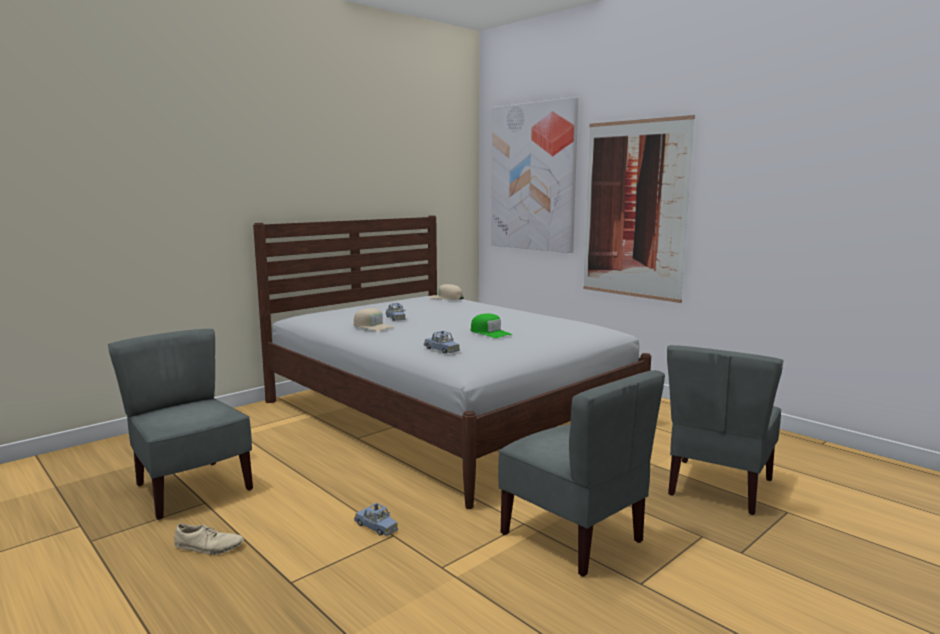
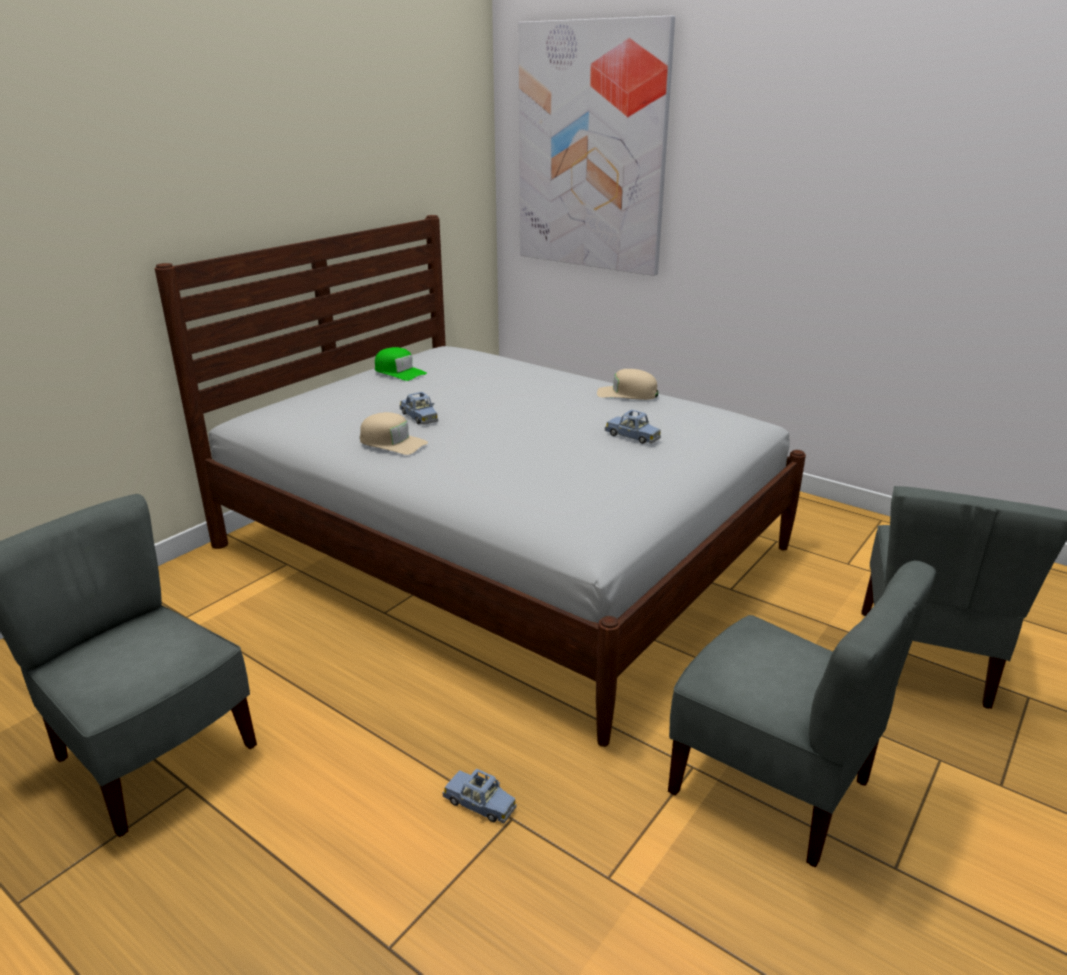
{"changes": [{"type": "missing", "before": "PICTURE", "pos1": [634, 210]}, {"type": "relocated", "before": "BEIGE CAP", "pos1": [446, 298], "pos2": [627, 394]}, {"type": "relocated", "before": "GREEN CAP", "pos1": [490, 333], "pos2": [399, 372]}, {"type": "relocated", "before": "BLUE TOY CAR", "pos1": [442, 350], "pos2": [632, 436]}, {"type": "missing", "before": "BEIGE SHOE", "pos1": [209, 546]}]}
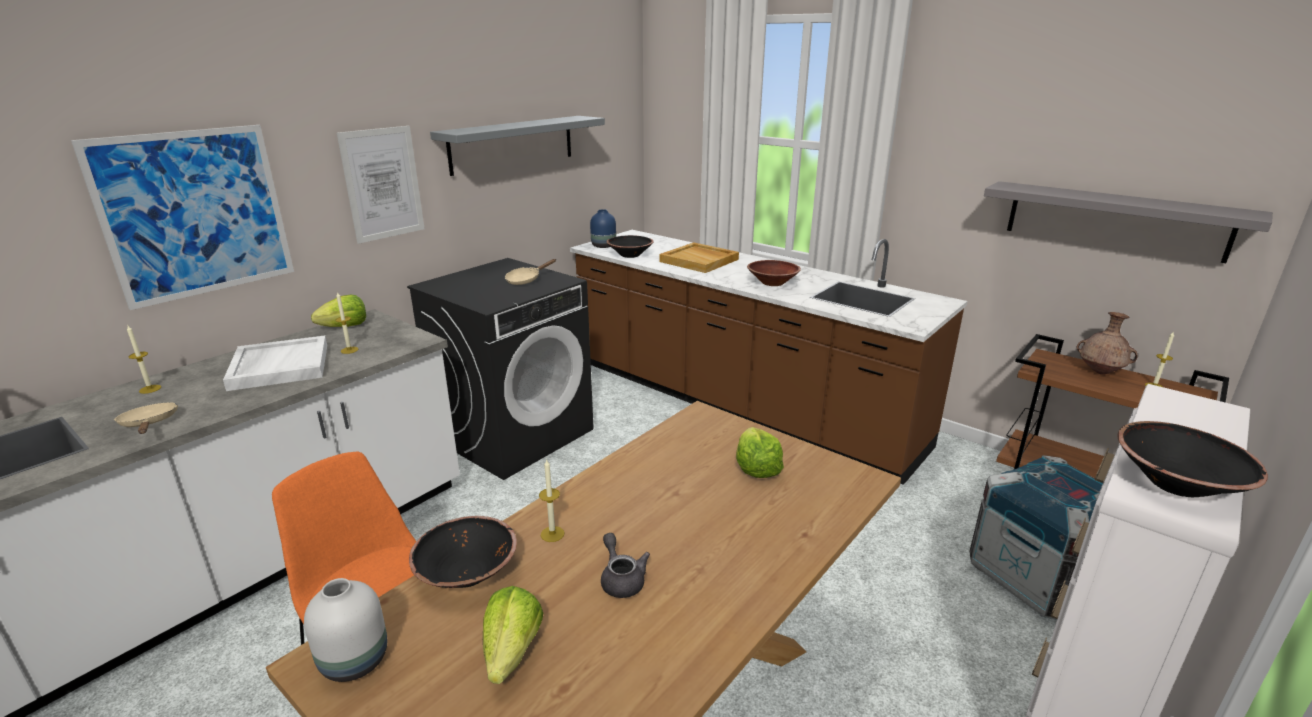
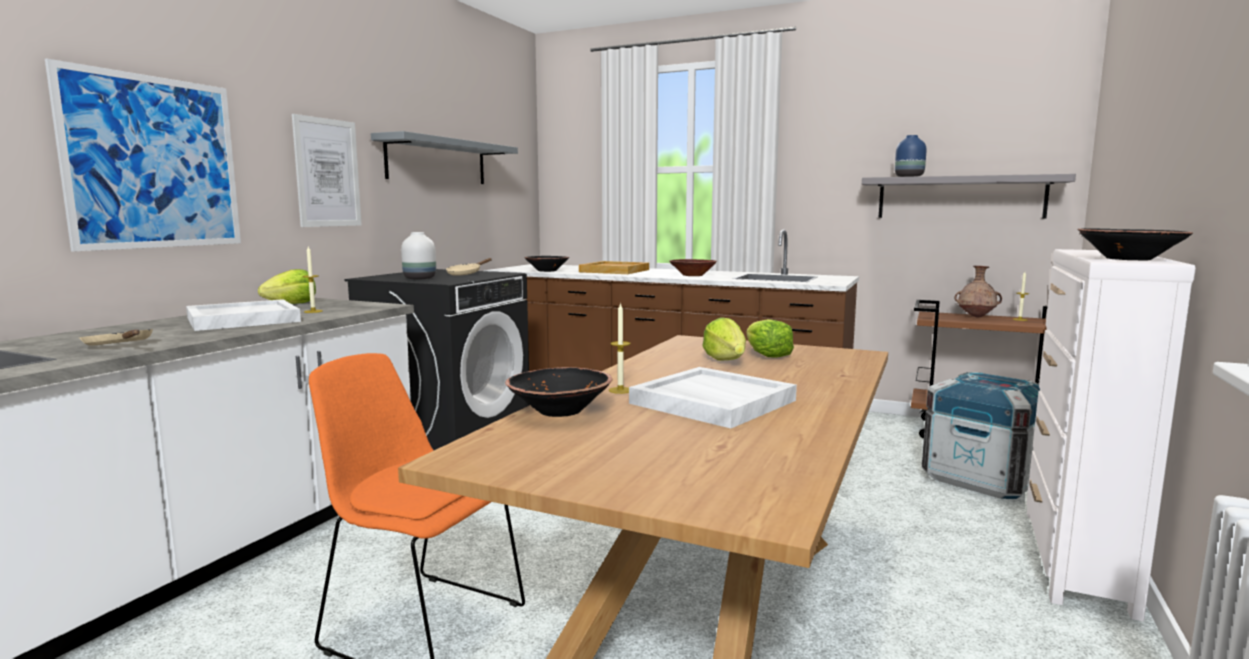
{"changes": [{"type": "relocated", "before": "BLUE VASE", "pos1": [604, 246], "pos2": [909, 177]}, {"type": "missing", "before": "CANDLE", "pos1": [150, 389]}, {"type": "exchanged", "before": "GREY TEAPOT", "after": "WHITE TRAY", "pos1": [621, 579], "pos2": [711, 402]}, {"type": "relocated", "before": "WHITE VASE", "pos1": [356, 659], "pos2": [420, 278]}, {"type": "relocated", "before": "LETTUCE", "pos1": [512, 652], "pos2": [726, 360]}]}
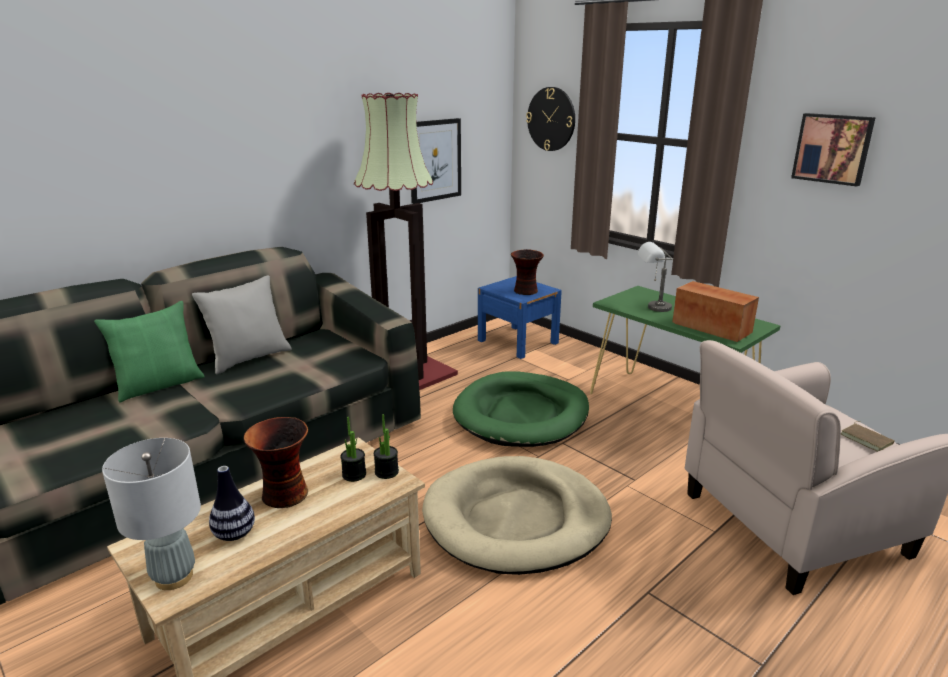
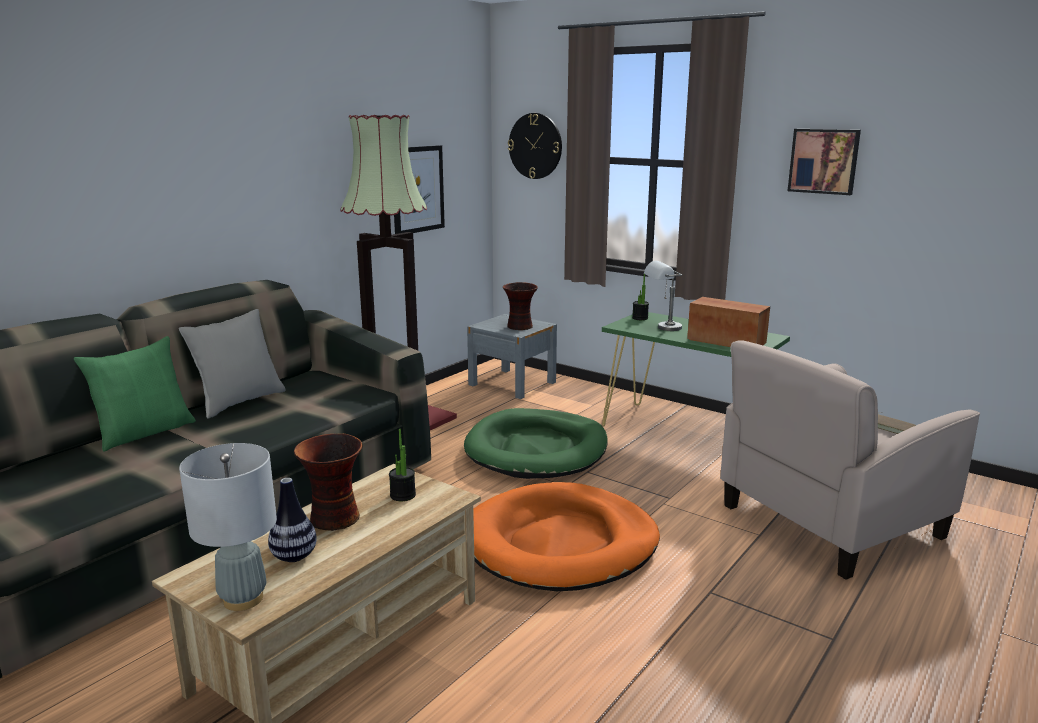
{"changes": [{"type": "colour", "before": "BLUE NIGHTSTAND", "after": "GREY NIGHTSTAND", "pos1": [518, 342], "pos2": [512, 383]}, {"type": "relocated", "before": "POTTED PLANT", "pos1": [386, 472], "pos2": [640, 318]}, {"type": "colour", "before": "BEIGE DOG BED", "after": "ORANGE DOG BED", "pos1": [516, 519], "pos2": [560, 543]}]}
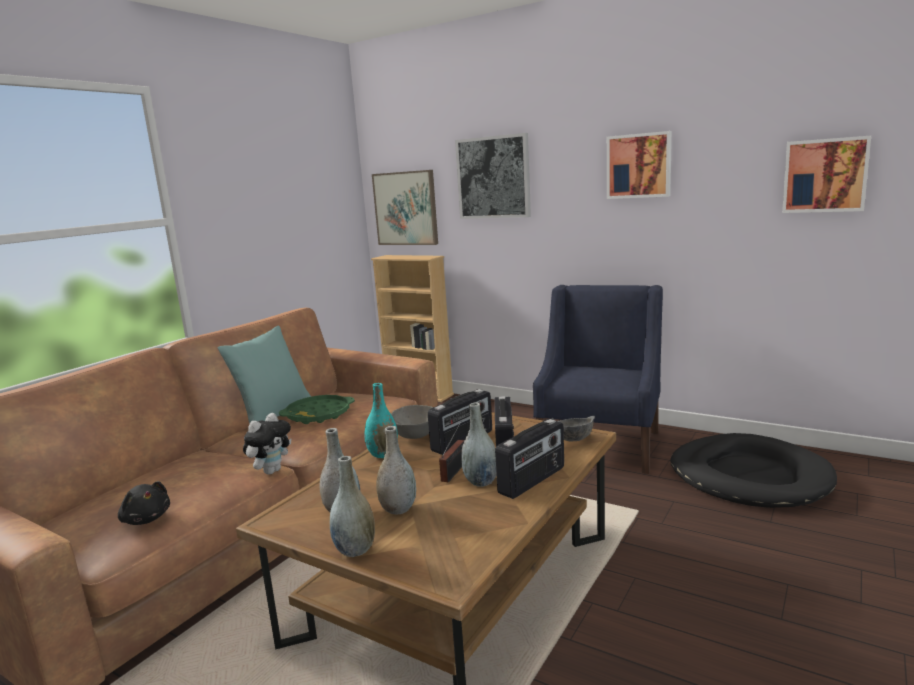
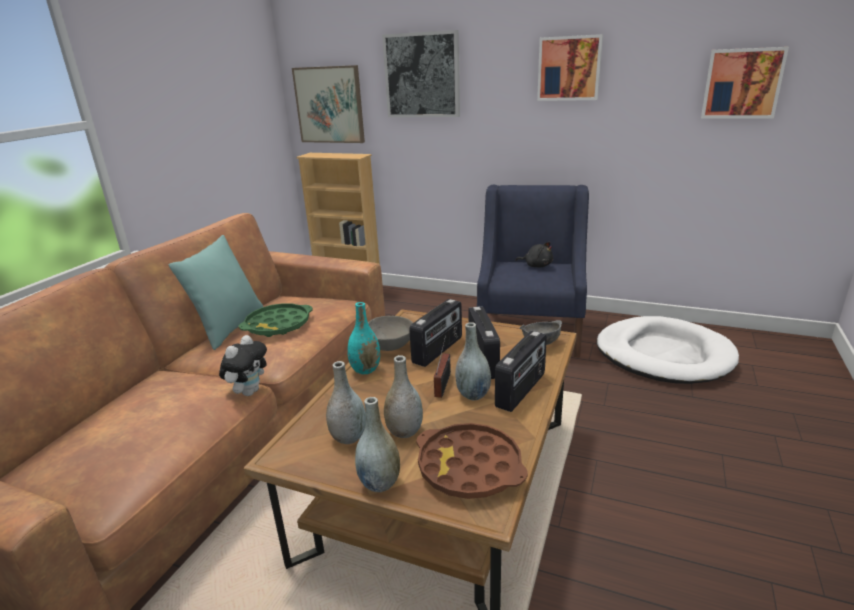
{"changes": [{"type": "colour", "before": "BLACK DOG BED", "after": "WHITE DOG BED", "pos1": [749, 476], "pos2": [663, 355]}, {"type": "relocated", "before": "BLACK PLUSH TOY", "pos1": [146, 519], "pos2": [536, 265]}, {"type": "appeared", "after": "BROWN TRAY", "pos2": [469, 467]}]}
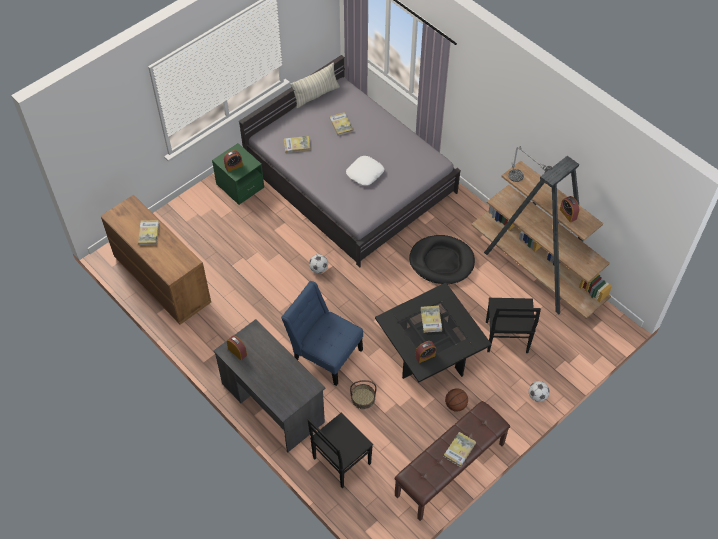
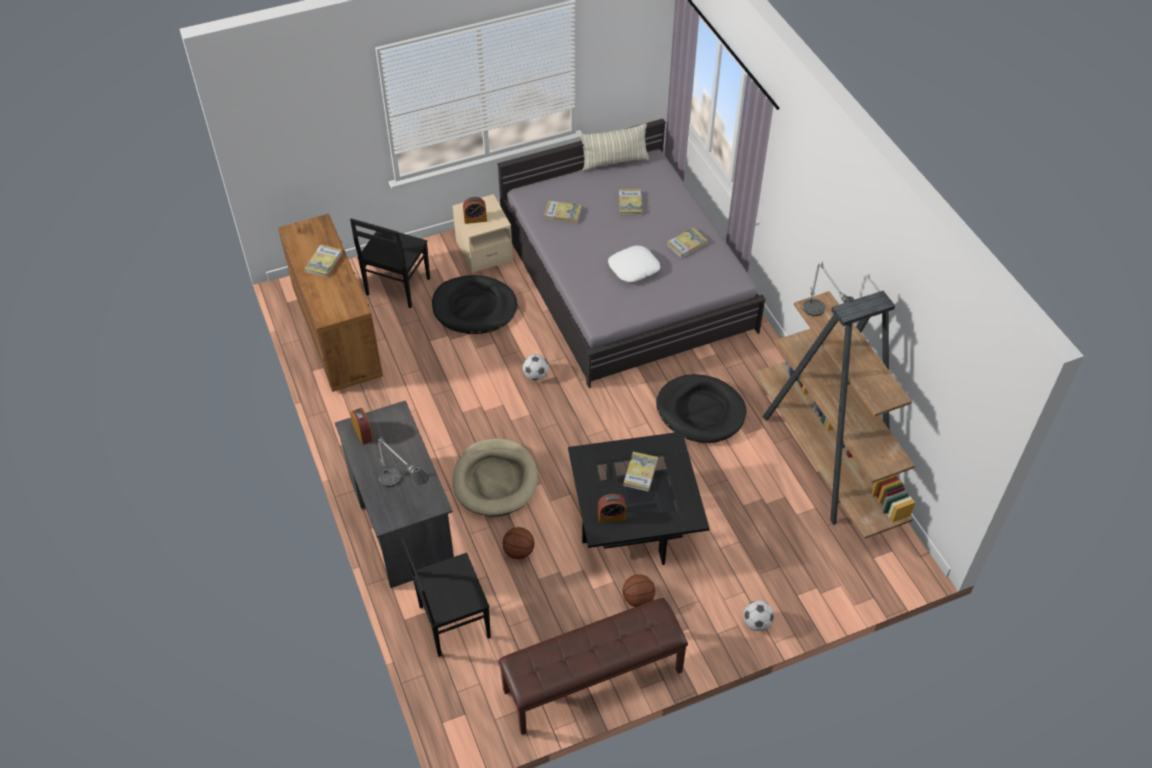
{"changes": [{"type": "colour", "before": "GREEN NIGHTSTAND", "after": "BEIGE NIGHTSTAND", "pos1": [240, 186], "pos2": [484, 251]}, {"type": "missing", "before": "ALARM CLOCK", "pos1": [568, 214]}, {"type": "exchanged", "before": "BLUE CHAIR", "after": "BEIGE DOG BED", "pos1": [324, 353], "pos2": [495, 480]}, {"type": "relocated", "before": "BLACK CHAIR", "pos1": [506, 338], "pos2": [397, 288]}, {"type": "exchanged", "before": "BASKET", "after": "BASKETBALL", "pos1": [363, 398], "pos2": [518, 551]}, {"type": "relocated", "before": "BOOK", "pos1": [459, 450], "pos2": [687, 244]}, {"type": "appeared", "after": "BLACK DOG BED", "pos2": [474, 308]}, {"type": "appeared", "after": "TABLE LAMP", "pos2": [404, 492]}]}
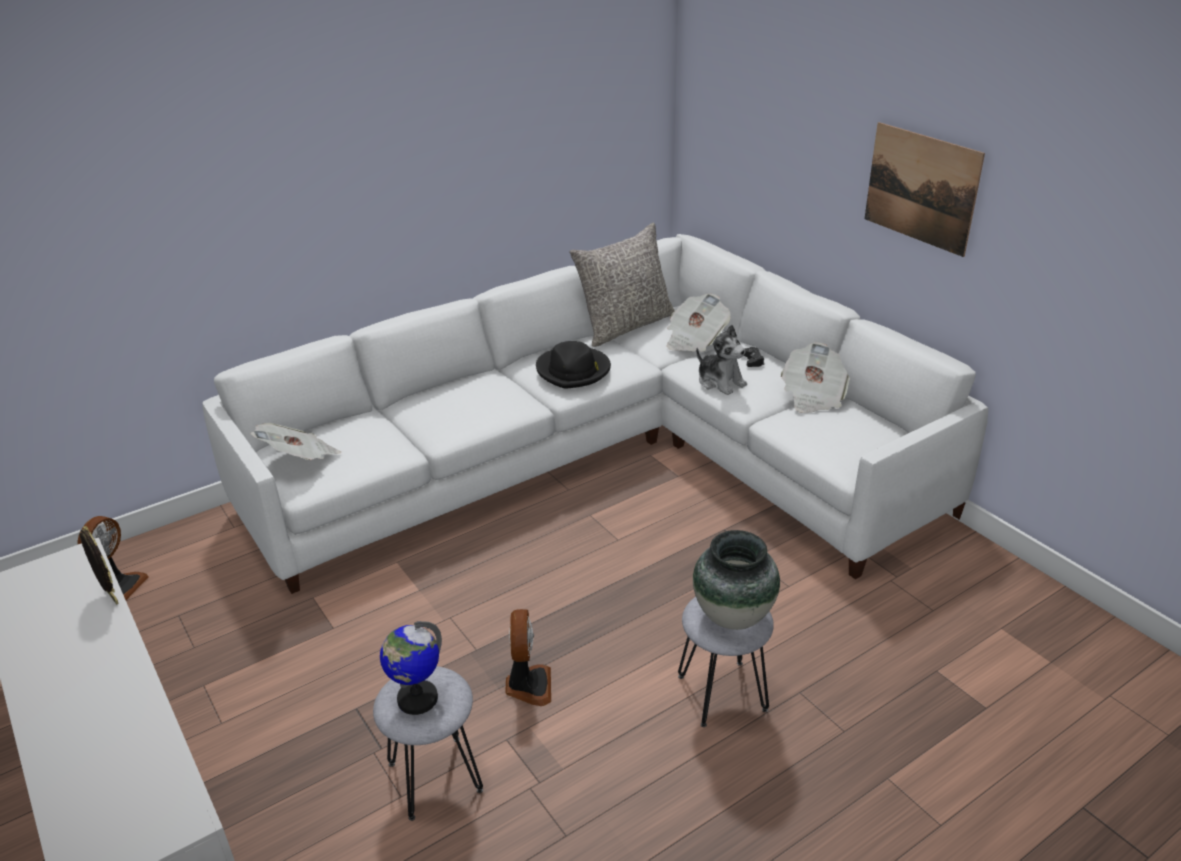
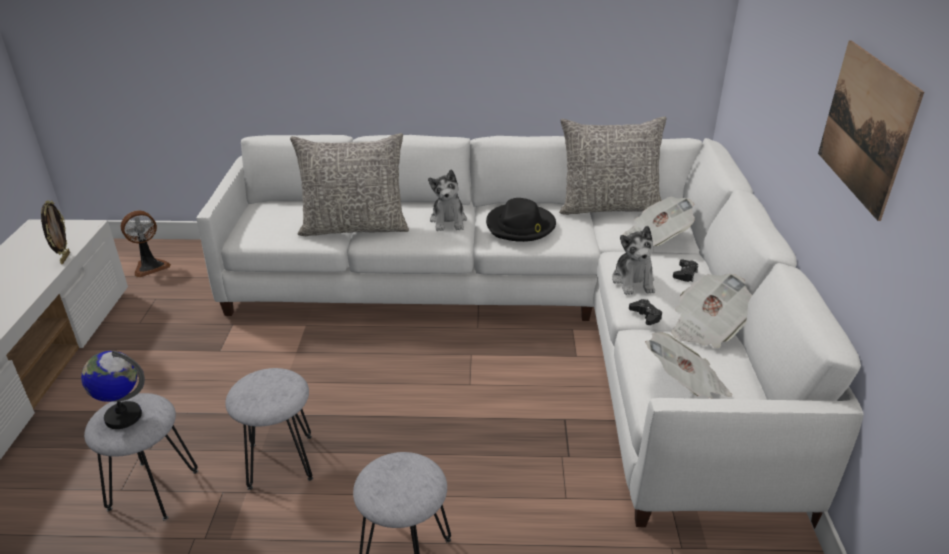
{"changes": [{"type": "relocated", "before": "NEWSPAPER", "pos1": [300, 459], "pos2": [685, 385]}, {"type": "missing", "before": "VASE", "pos1": [732, 615]}, {"type": "exchanged", "before": "FAN", "after": "GREY STOOL", "pos1": [528, 685], "pos2": [280, 461]}, {"type": "appeared", "after": "GREY PILLOW", "pos2": [354, 227]}, {"type": "appeared", "after": "PLUSH TOY", "pos2": [448, 221]}, {"type": "appeared", "after": "BLACK GAME CONTROLLER", "pos2": [645, 315]}]}
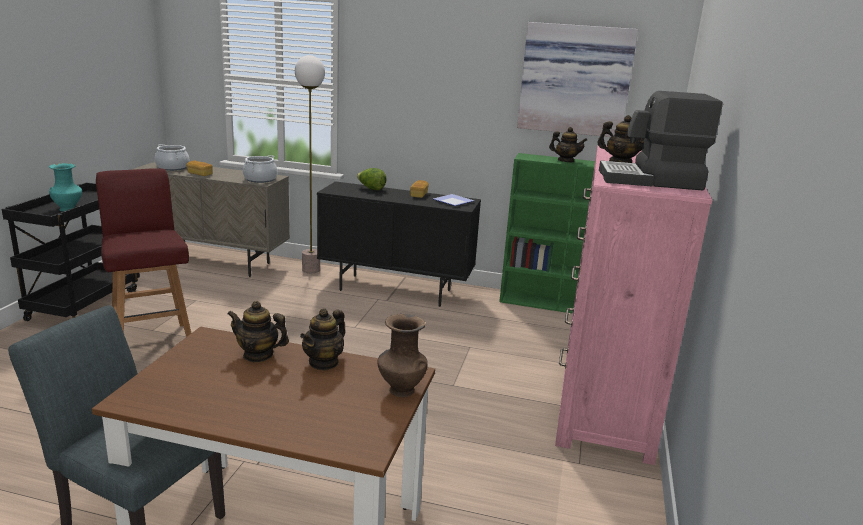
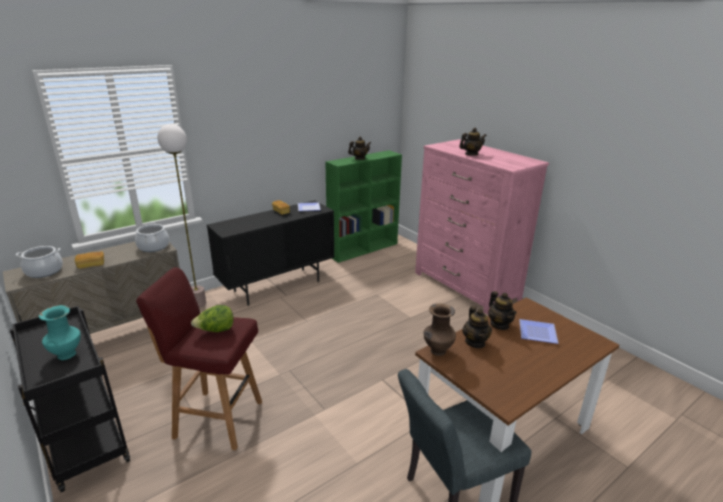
{"changes": [{"type": "missing", "before": "PICTURE", "pos1": [575, 79]}, {"type": "missing", "before": "COFFEE MACHINE", "pos1": [651, 180]}, {"type": "relocated", "before": "LETTUCE", "pos1": [371, 189], "pos2": [215, 331]}, {"type": "spun", "before": "TEAPOT", "pos1": [258, 355], "pos2": [475, 342], "turn": -60}, {"type": "relocated", "before": "BROWN VASE", "pos1": [400, 390], "pos2": [437, 351]}, {"type": "appeared", "after": "PLATE", "pos2": [539, 334]}]}
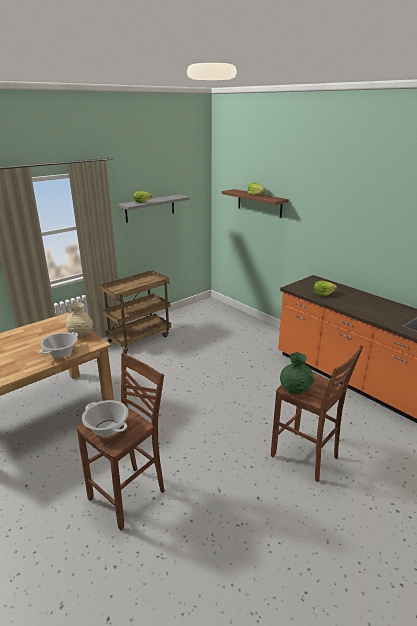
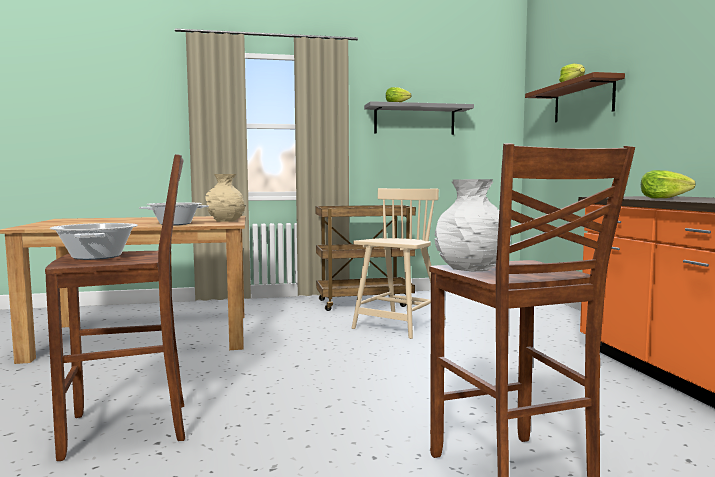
{"changes": [{"type": "colour", "before": "GREEN VASE", "after": "WHITE VASE", "pos1": [295, 389], "pos2": [473, 268]}, {"type": "appeared", "after": "BEIGE CHAIR", "pos2": [399, 324]}]}
